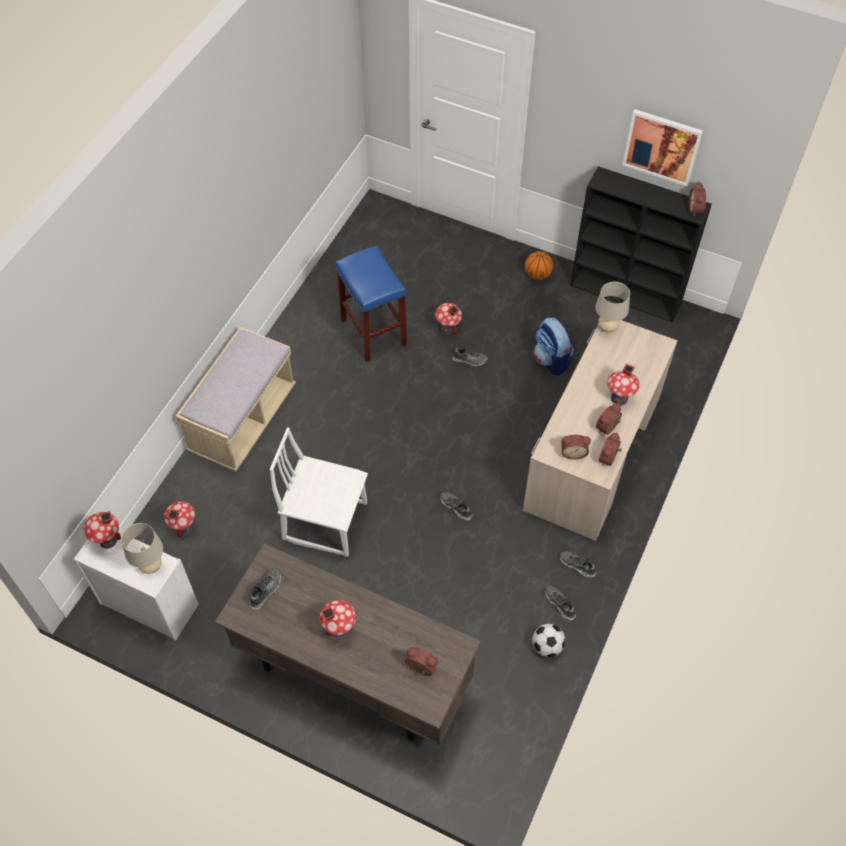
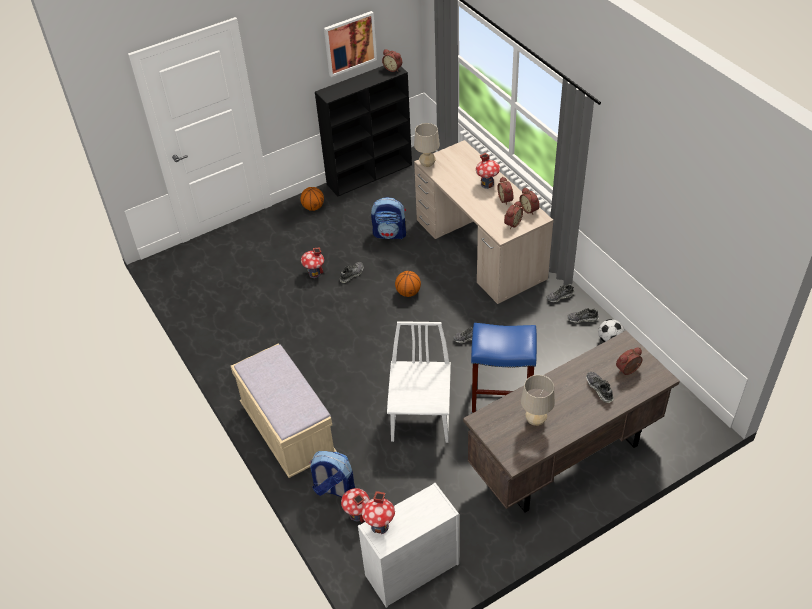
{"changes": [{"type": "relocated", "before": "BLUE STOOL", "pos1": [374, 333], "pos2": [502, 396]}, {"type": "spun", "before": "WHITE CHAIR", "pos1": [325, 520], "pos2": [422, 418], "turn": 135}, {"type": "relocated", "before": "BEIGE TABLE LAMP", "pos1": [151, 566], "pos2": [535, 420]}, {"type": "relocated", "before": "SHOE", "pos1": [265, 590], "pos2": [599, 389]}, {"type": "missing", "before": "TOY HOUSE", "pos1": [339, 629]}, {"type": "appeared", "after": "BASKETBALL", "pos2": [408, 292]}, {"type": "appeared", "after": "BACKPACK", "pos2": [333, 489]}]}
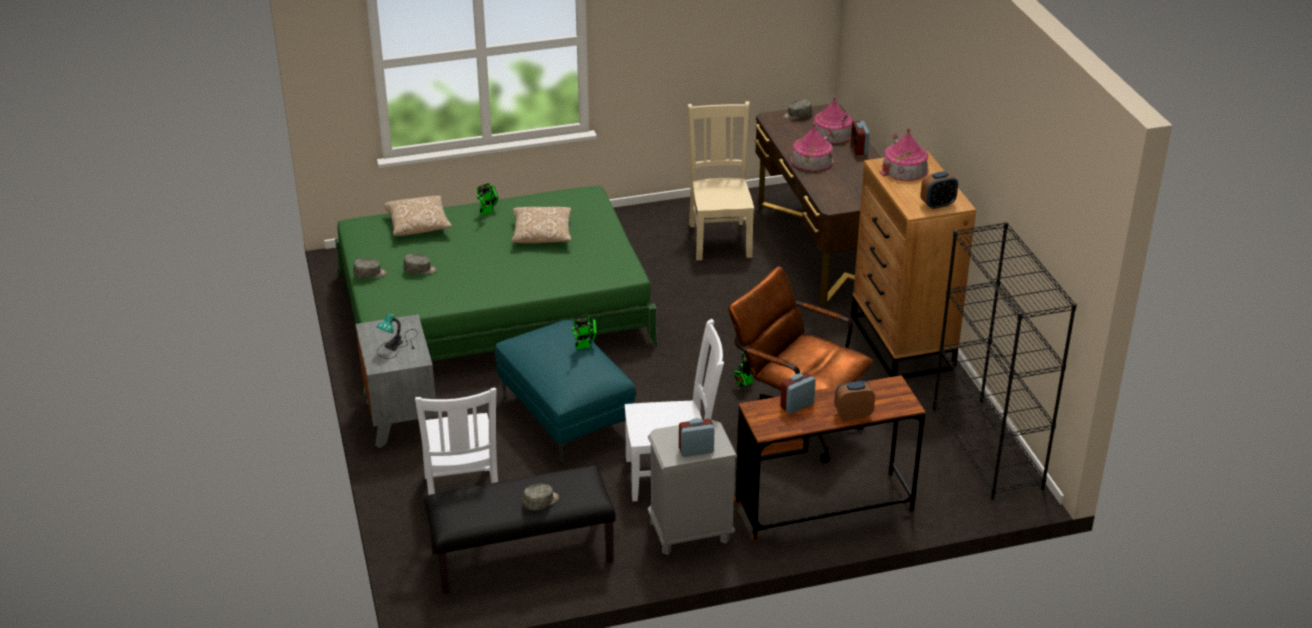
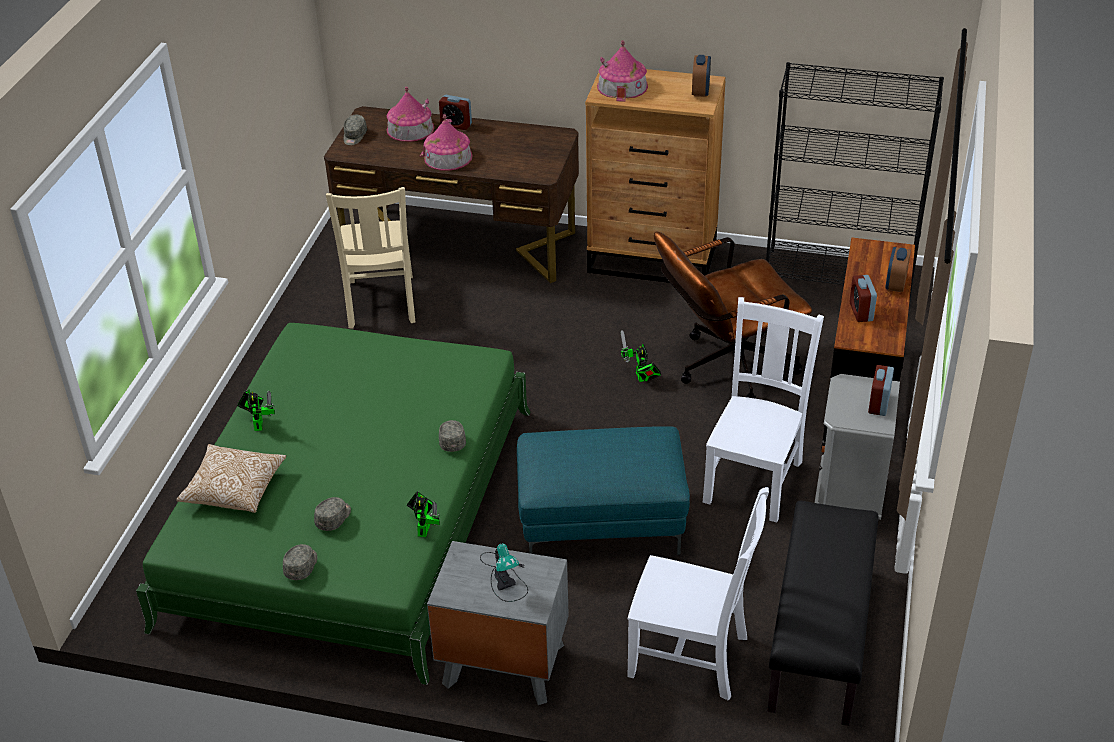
{"changes": [{"type": "spun", "before": "BEIGE CHAIR", "pos1": [720, 239], "pos2": [380, 303], "turn": -120}, {"type": "missing", "before": "PILLOW", "pos1": [542, 235]}, {"type": "relocated", "before": "TOY ROBOT", "pos1": [585, 346], "pos2": [424, 528]}, {"type": "relocated", "before": "GREY CAP", "pos1": [541, 502], "pos2": [452, 440]}]}
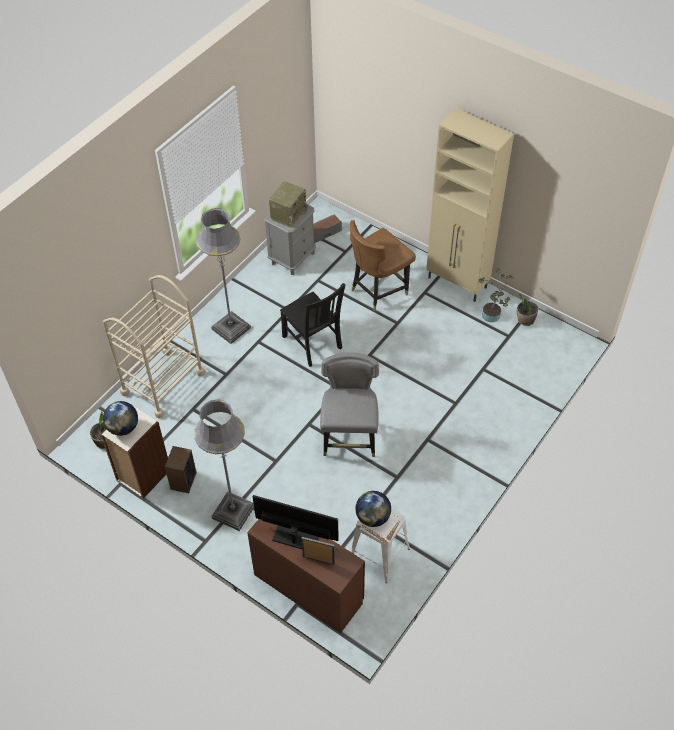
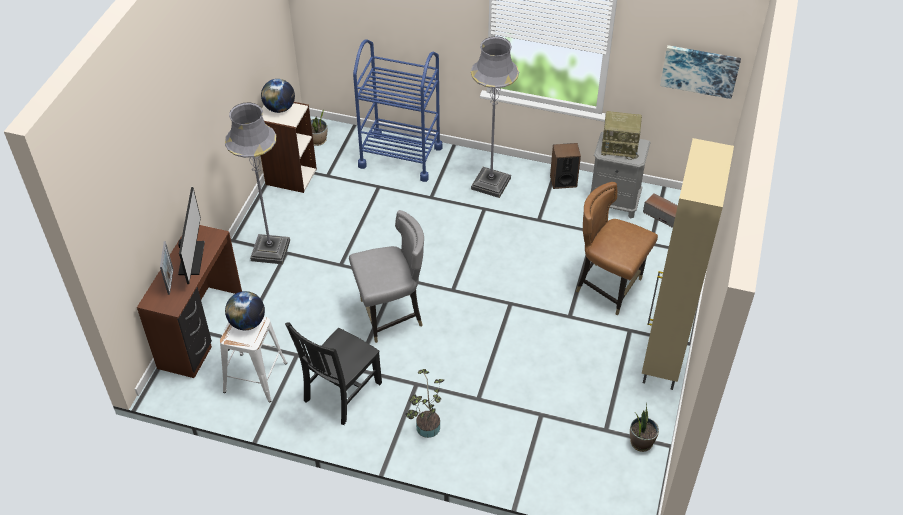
{"changes": [{"type": "relocated", "before": "POTTED PLANT", "pos1": [492, 316], "pos2": [426, 429]}, {"type": "colour", "before": "BEIGE CART", "after": "BLUE CART", "pos1": [163, 383], "pos2": [400, 156]}, {"type": "relocated", "before": "BLACK CHAIR", "pos1": [313, 343], "pos2": [341, 393]}, {"type": "relocated", "before": "SPEAKER", "pos1": [183, 481], "pos2": [563, 181]}, {"type": "appeared", "after": "PICTURE", "pos2": [700, 70]}]}
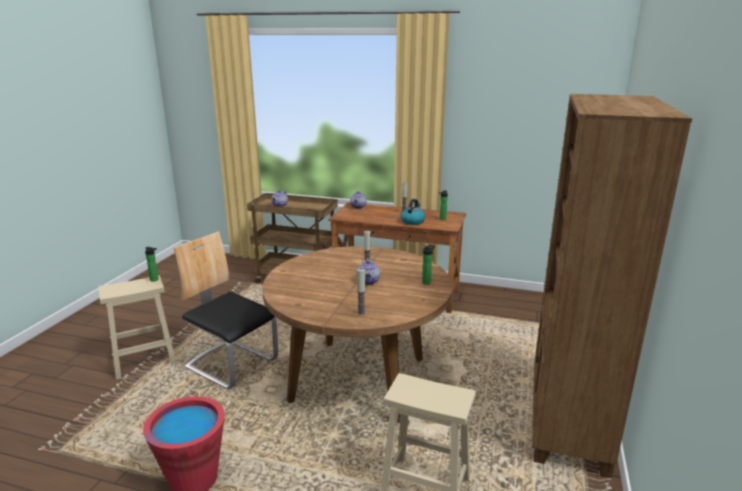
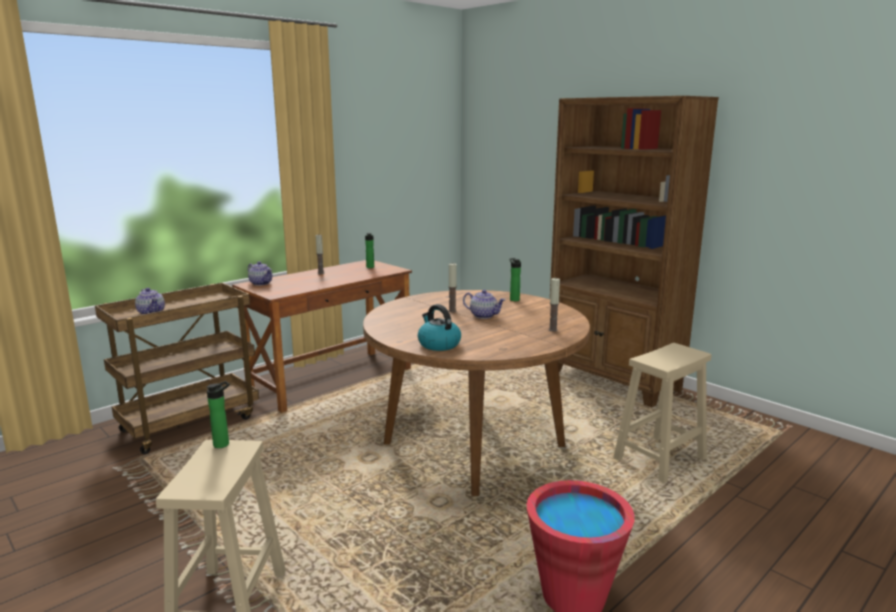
{"changes": [{"type": "relocated", "before": "KETTLE", "pos1": [412, 221], "pos2": [438, 344]}, {"type": "missing", "before": "CHAIR", "pos1": [232, 364]}]}
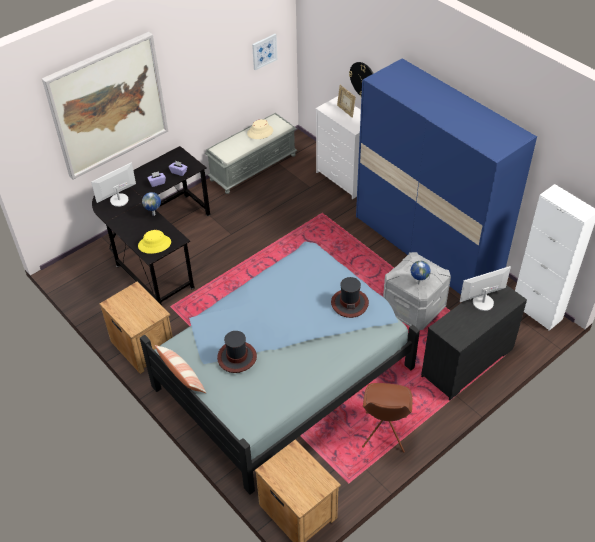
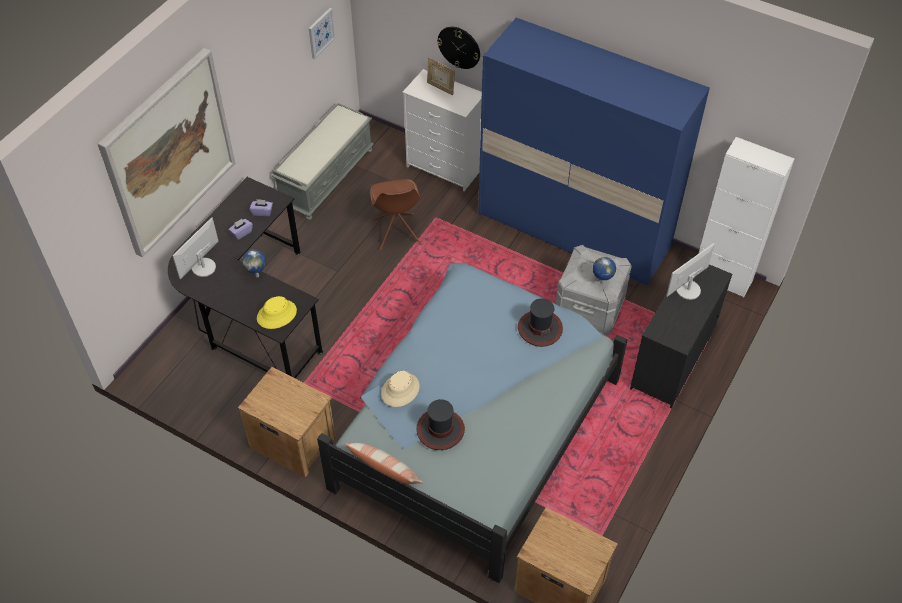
{"changes": [{"type": "relocated", "before": "BEIGE HAT", "pos1": [260, 132], "pos2": [400, 390]}, {"type": "relocated", "before": "BROWN CHAIR", "pos1": [384, 433], "pos2": [397, 233]}]}
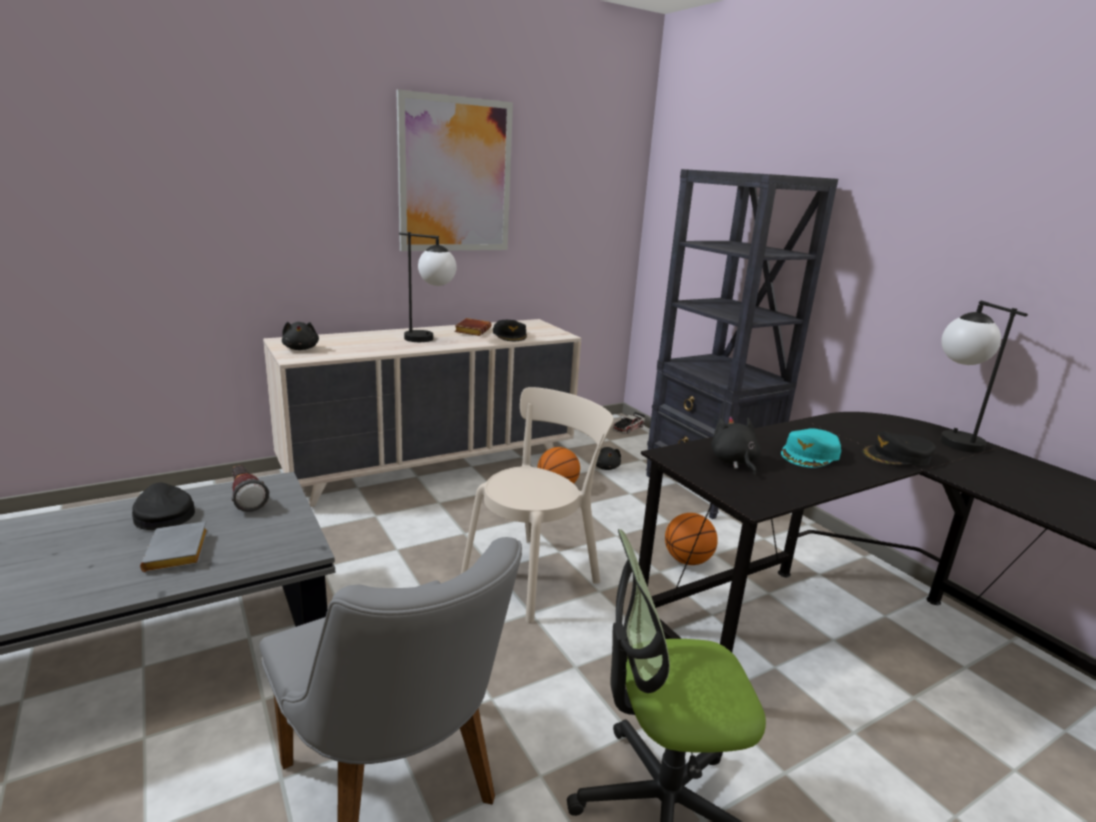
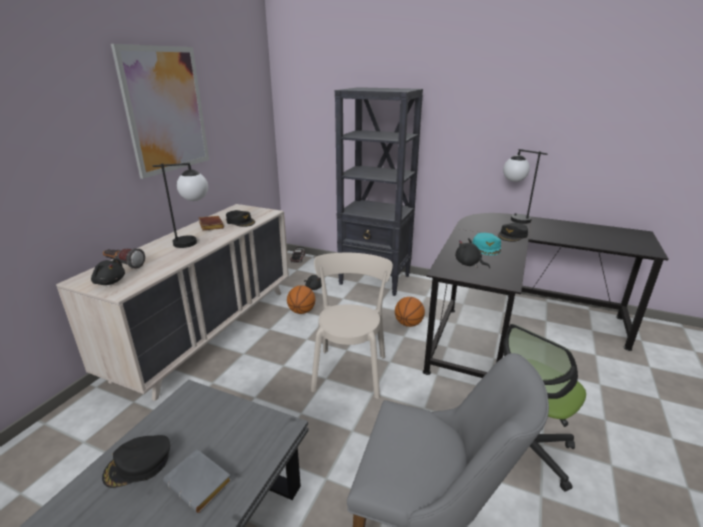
{"changes": [{"type": "relocated", "before": "FLASHLIGHT", "pos1": [246, 497], "pos2": [123, 265]}, {"type": "spun", "before": "BLACK CAP", "pos1": [163, 515], "pos2": [138, 465], "turn": -45}]}
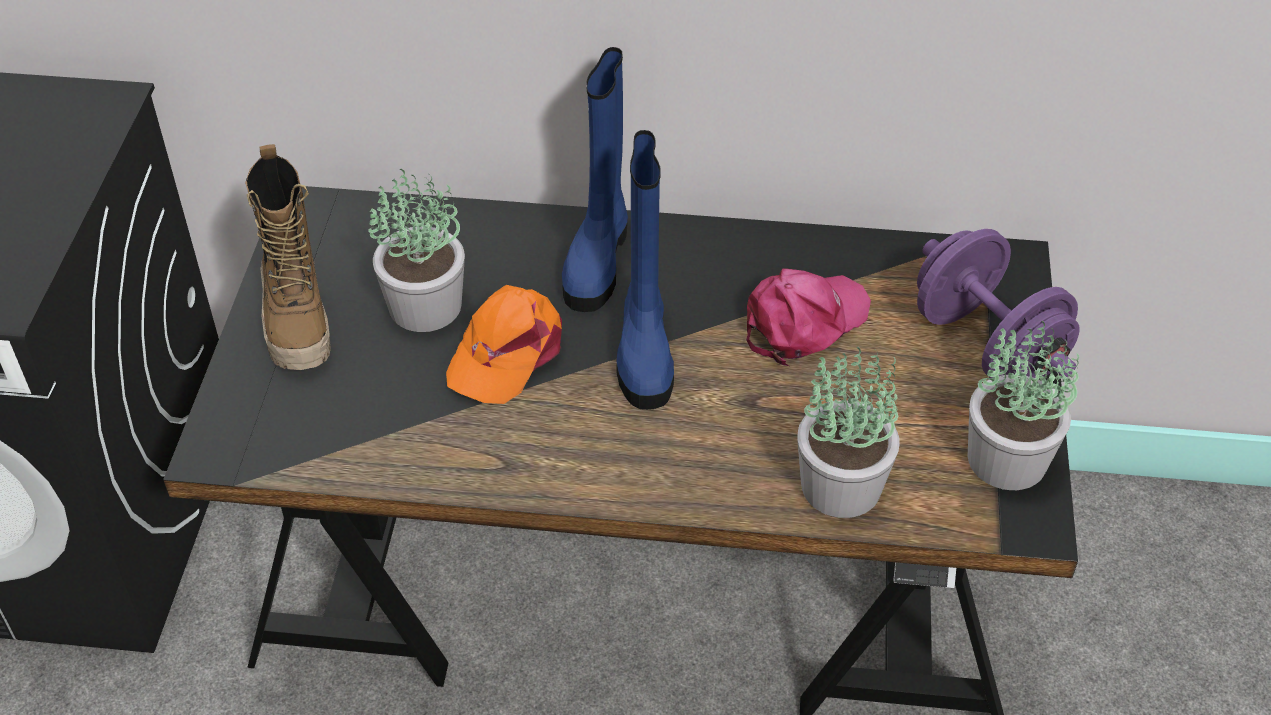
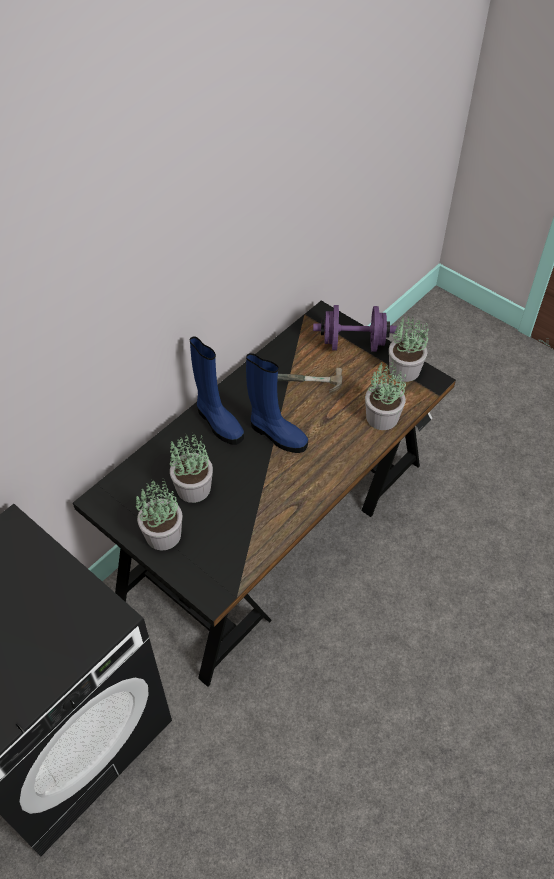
{"changes": [{"type": "exchanged", "before": "BOOT", "after": "POTTED PLANT", "pos1": [298, 319], "pos2": [163, 534]}, {"type": "exchanged", "before": "PINK CAP", "after": "HAMMER", "pos1": [803, 322], "pos2": [301, 383]}, {"type": "missing", "before": "ORANGE CAP", "pos1": [507, 352]}]}
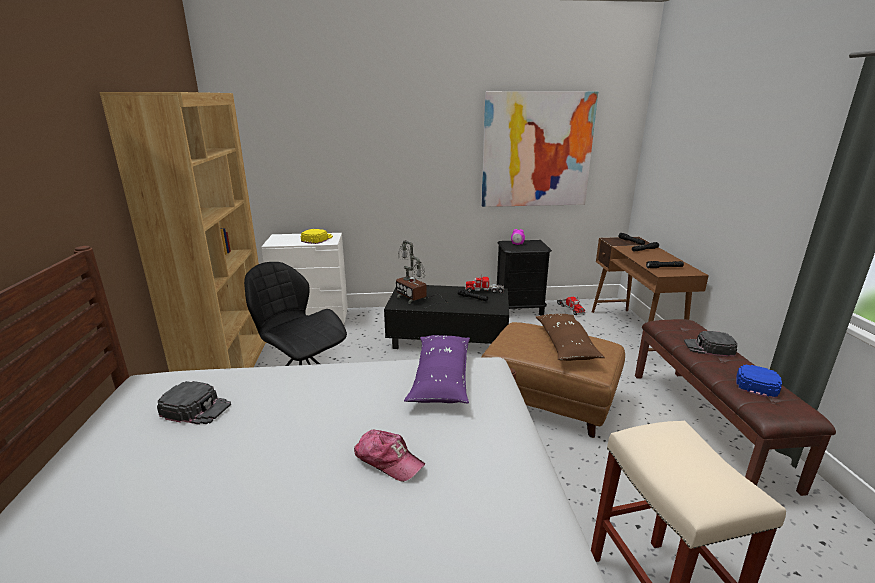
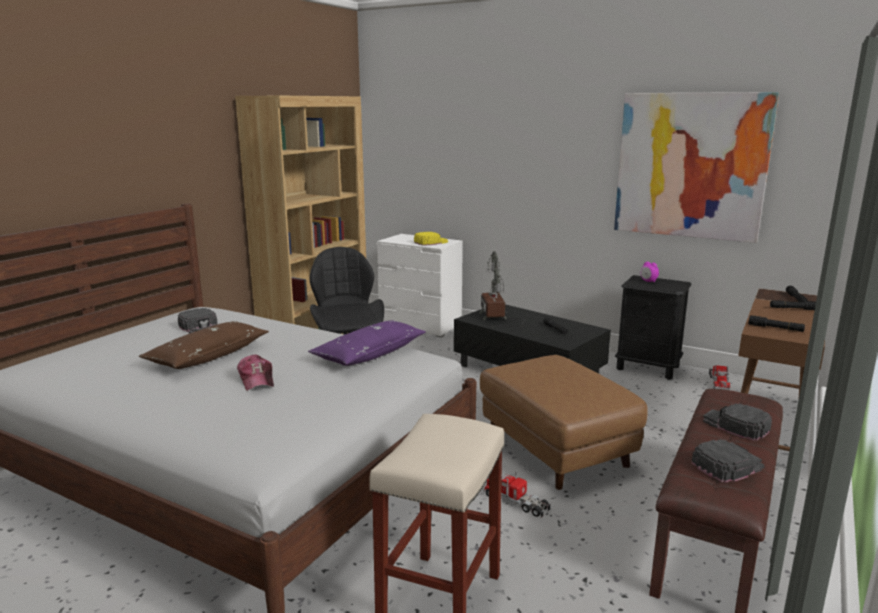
{"changes": [{"type": "relocated", "before": "TOY TRUCK", "pos1": [484, 291], "pos2": [516, 502]}, {"type": "relocated", "before": "BROWN PILLOW", "pos1": [565, 345], "pos2": [208, 356]}, {"type": "colour", "before": "BLUE CAP", "after": "BLACK CAP", "pos1": [755, 382], "pos2": [727, 465]}]}
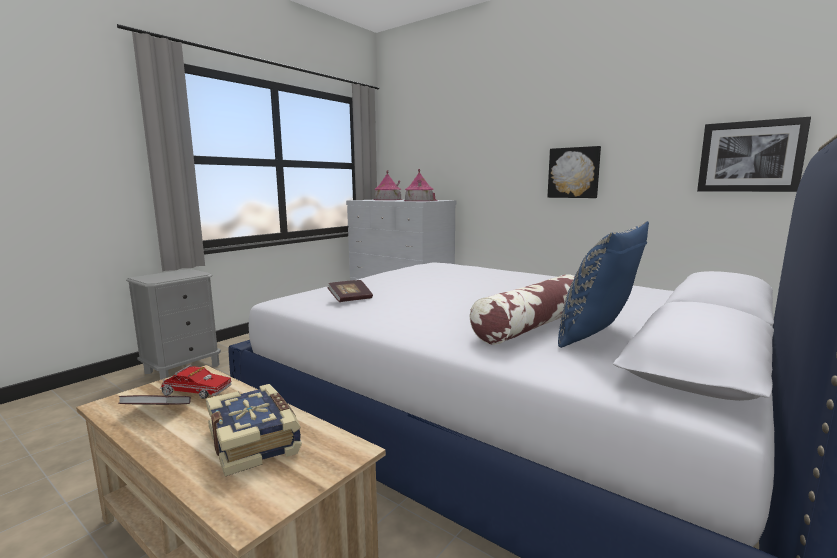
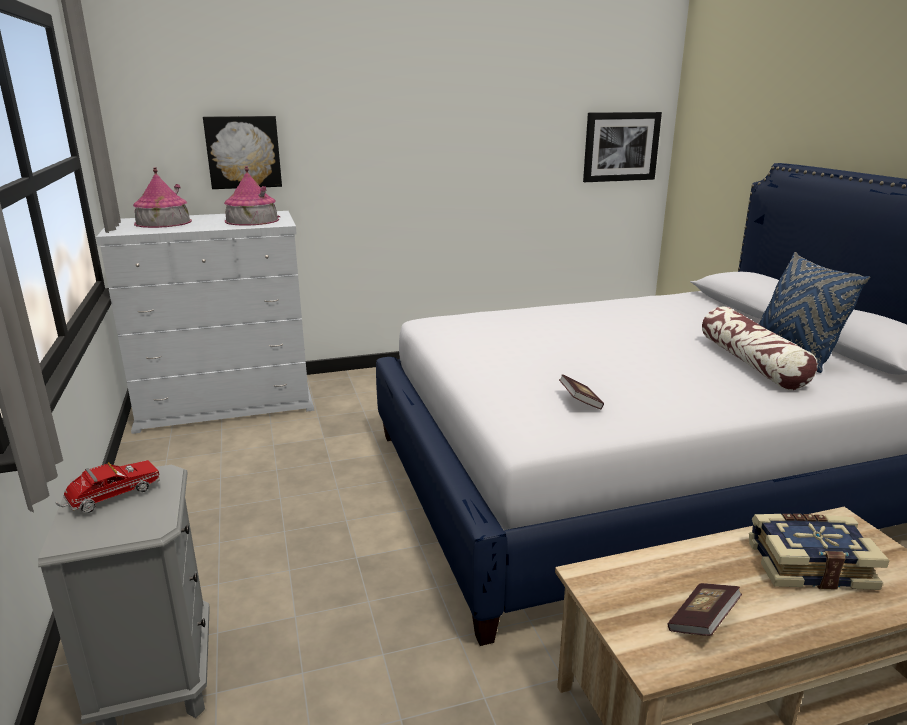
{"changes": [{"type": "relocated", "before": "PICTURE", "pos1": [574, 172], "pos2": [243, 152]}, {"type": "relocated", "before": "TOY TRUCK", "pos1": [193, 393], "pos2": [110, 498]}]}
